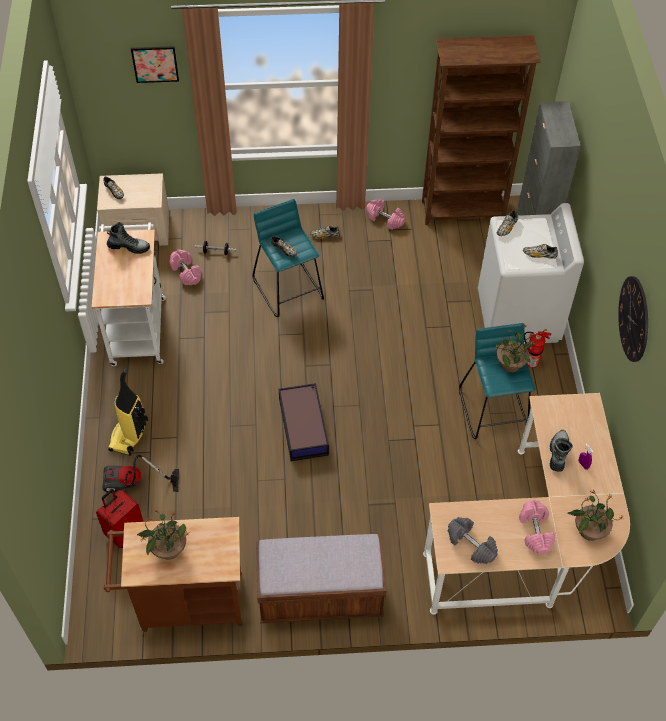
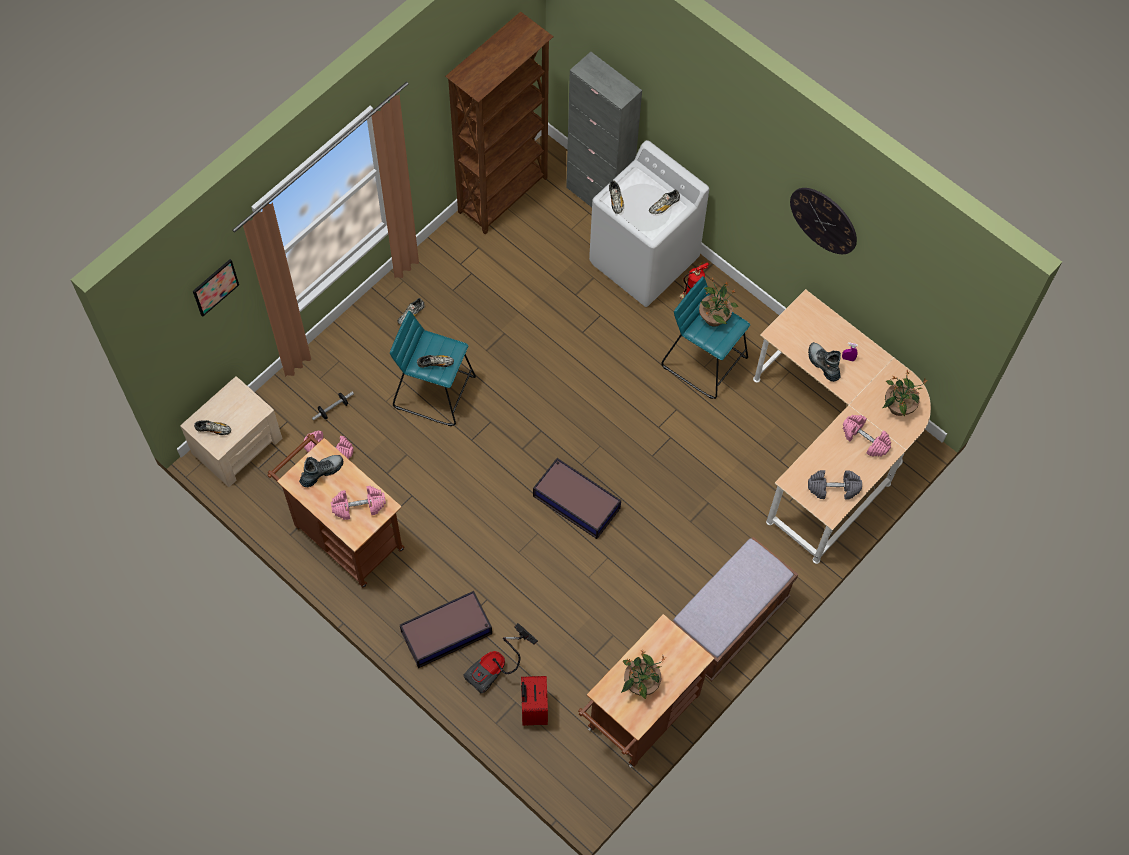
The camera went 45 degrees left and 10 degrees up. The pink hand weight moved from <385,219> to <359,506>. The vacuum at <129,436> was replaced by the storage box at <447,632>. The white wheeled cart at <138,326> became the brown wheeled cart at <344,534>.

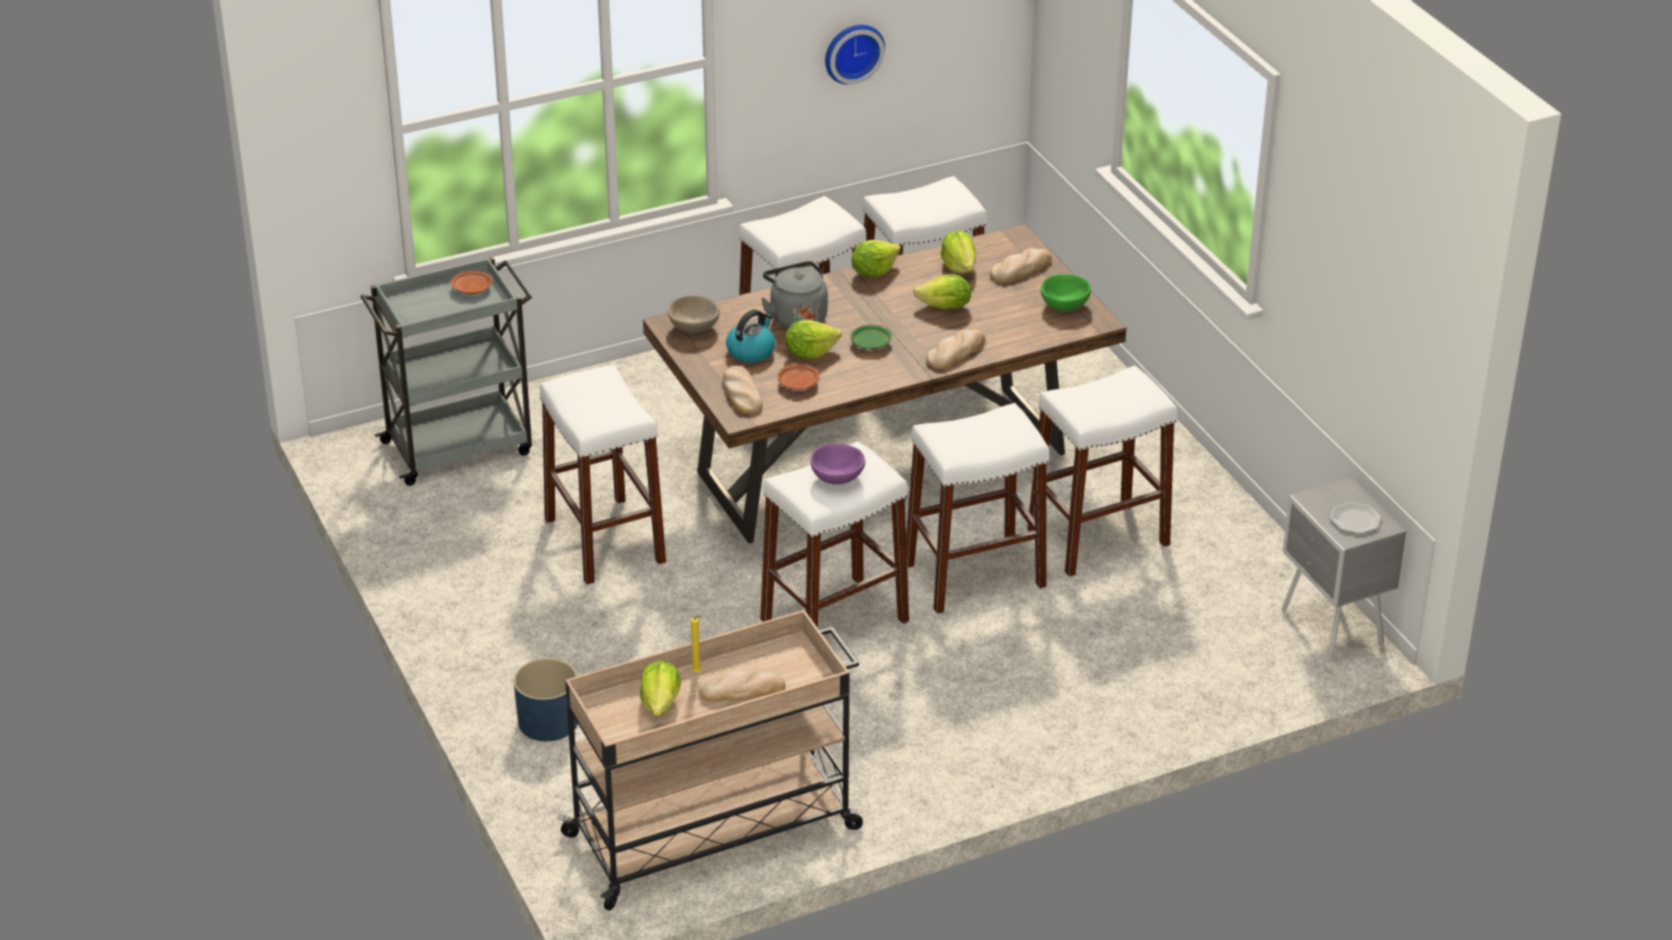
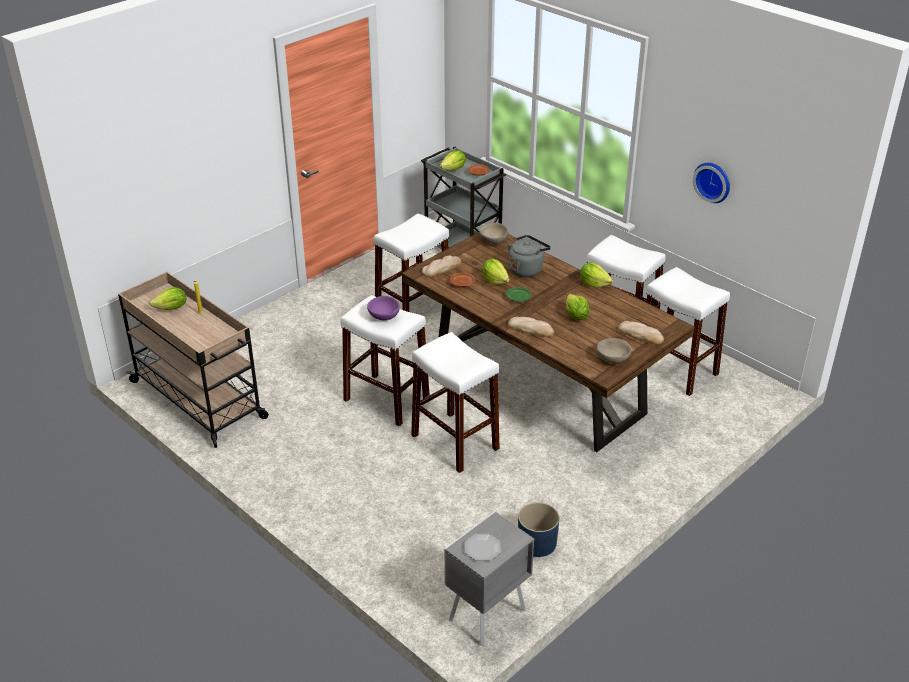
The camera went 70 degrees right and 0 degrees up. The bread at <742,689> disappeared. The water kettle at <751,351> disappeared. The white sitting stool at <1098,537> disappeared. The bluish plant pot moved from <548,722> to <537,543>. The lettuce head moved from <959,266> to <453,169>. The green deep dish at <1064,305> became the beige deep dish at <613,359>.

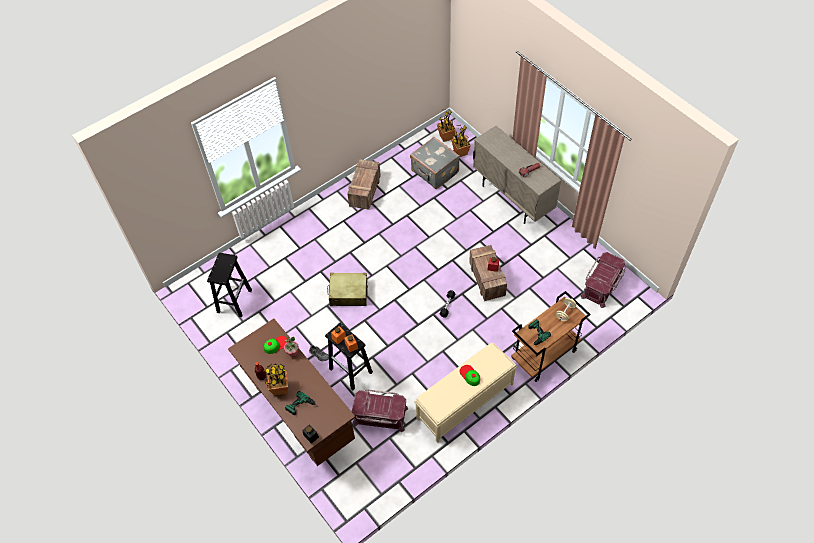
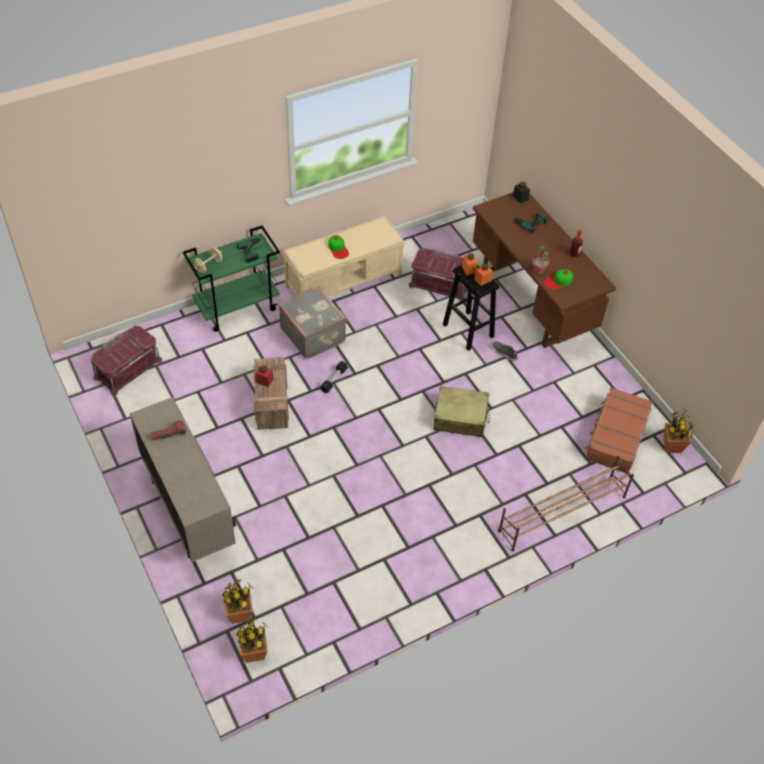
The camera went 175 degrees left and 5 degrees down. The shipping crate at <365,190> disappeared. The brown shoe rack at <561,513> appeared. The houseplant moved from <280,388> to <672,446>. The gray suitcase moved from <434,172> to <313,334>. The black sitting stool at <234,300> was replaced by the brown suitcase at <616,436>. The brown wheeled cart at <544,355> became the green wheeled cart at <237,307>.

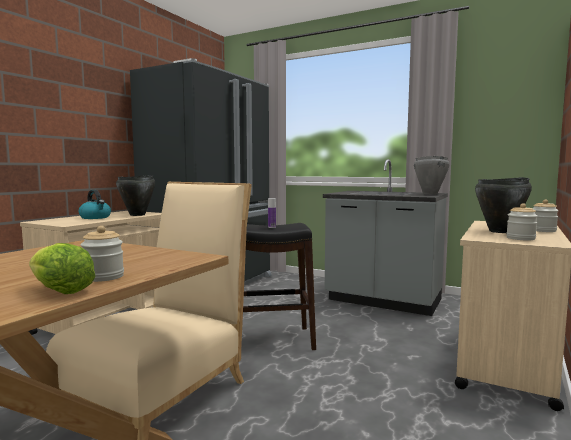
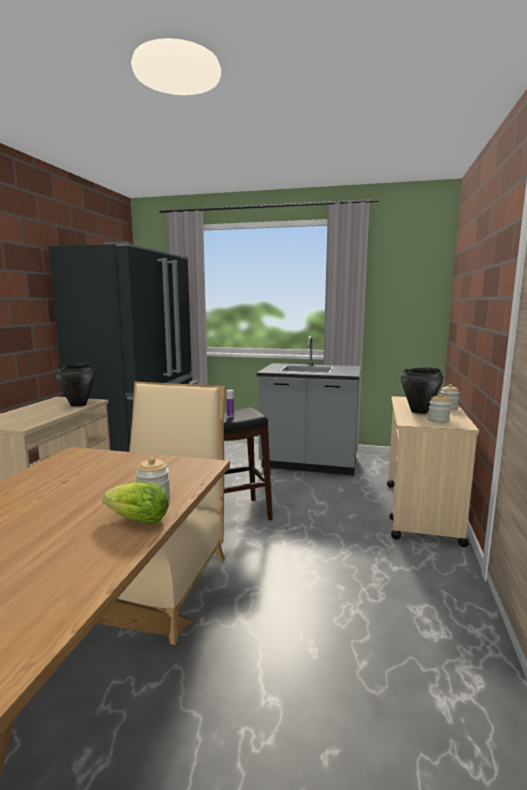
The camera went 15 degrees left and 5 degrees up. The water kettle at <95,217> disappeared. The gray saucepot at <429,194> disappeared.

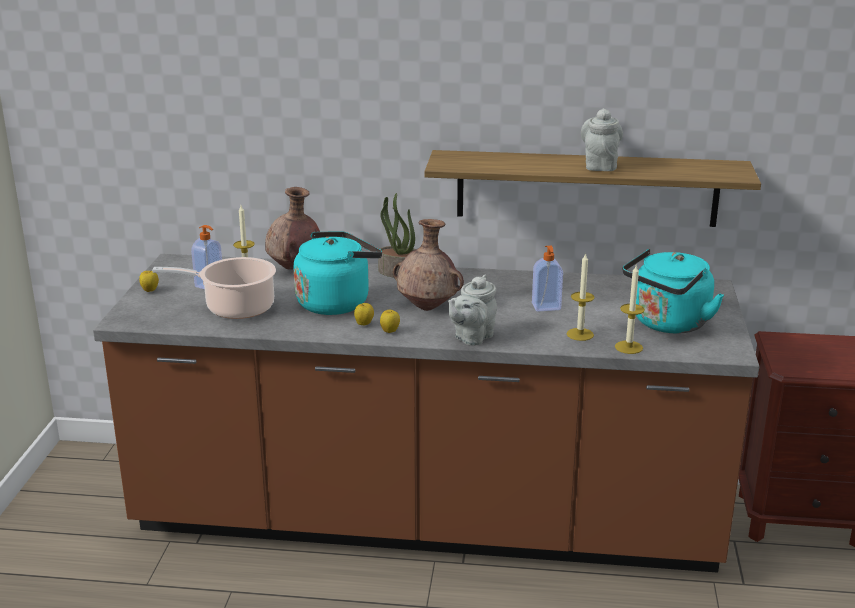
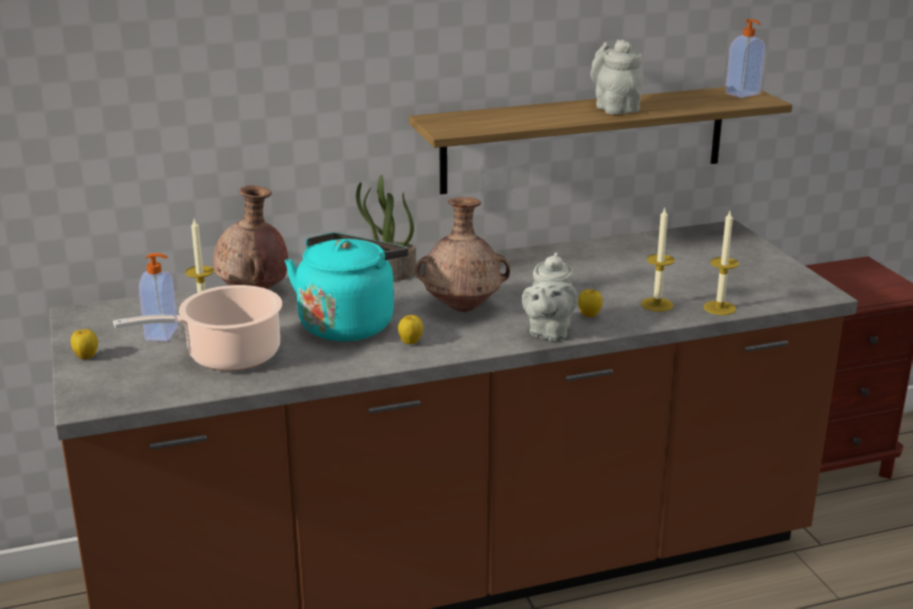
The camera went 25 degrees left and 0 degrees up. The turquoise-coloured water kettle at <668,324> disappeared. The whole apple moved from <390,331> to <589,315>. The liquid soap bottle moved from <546,307> to <743,94>.

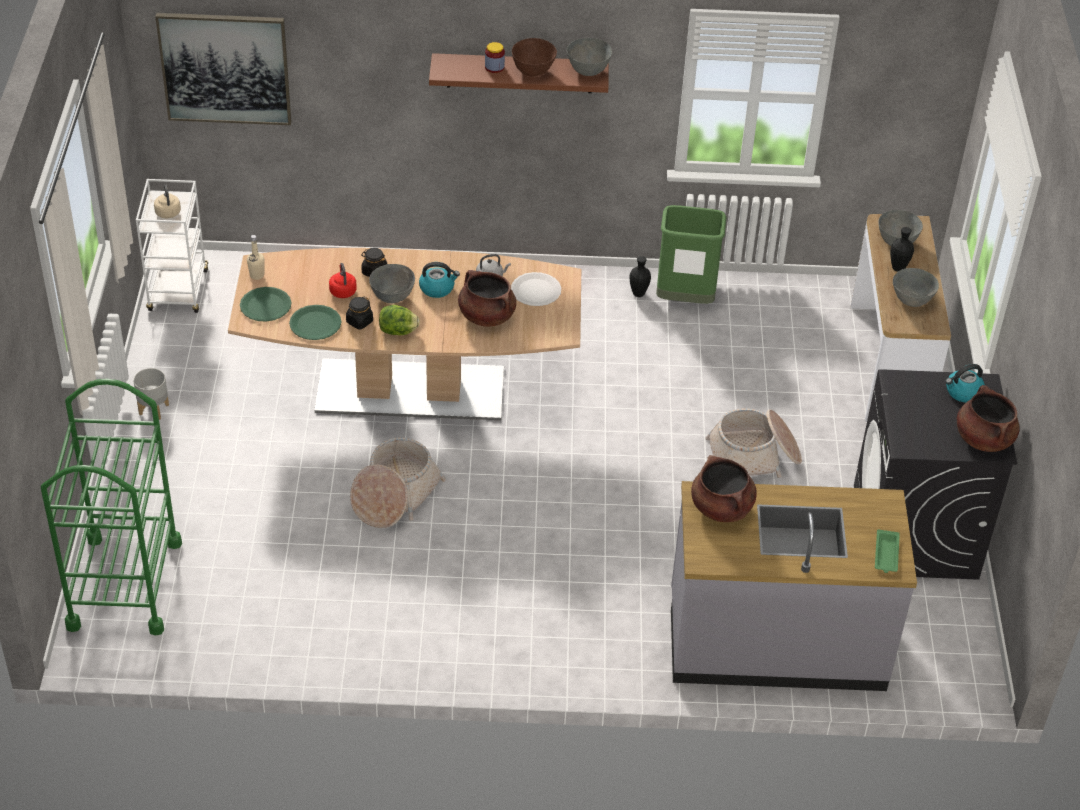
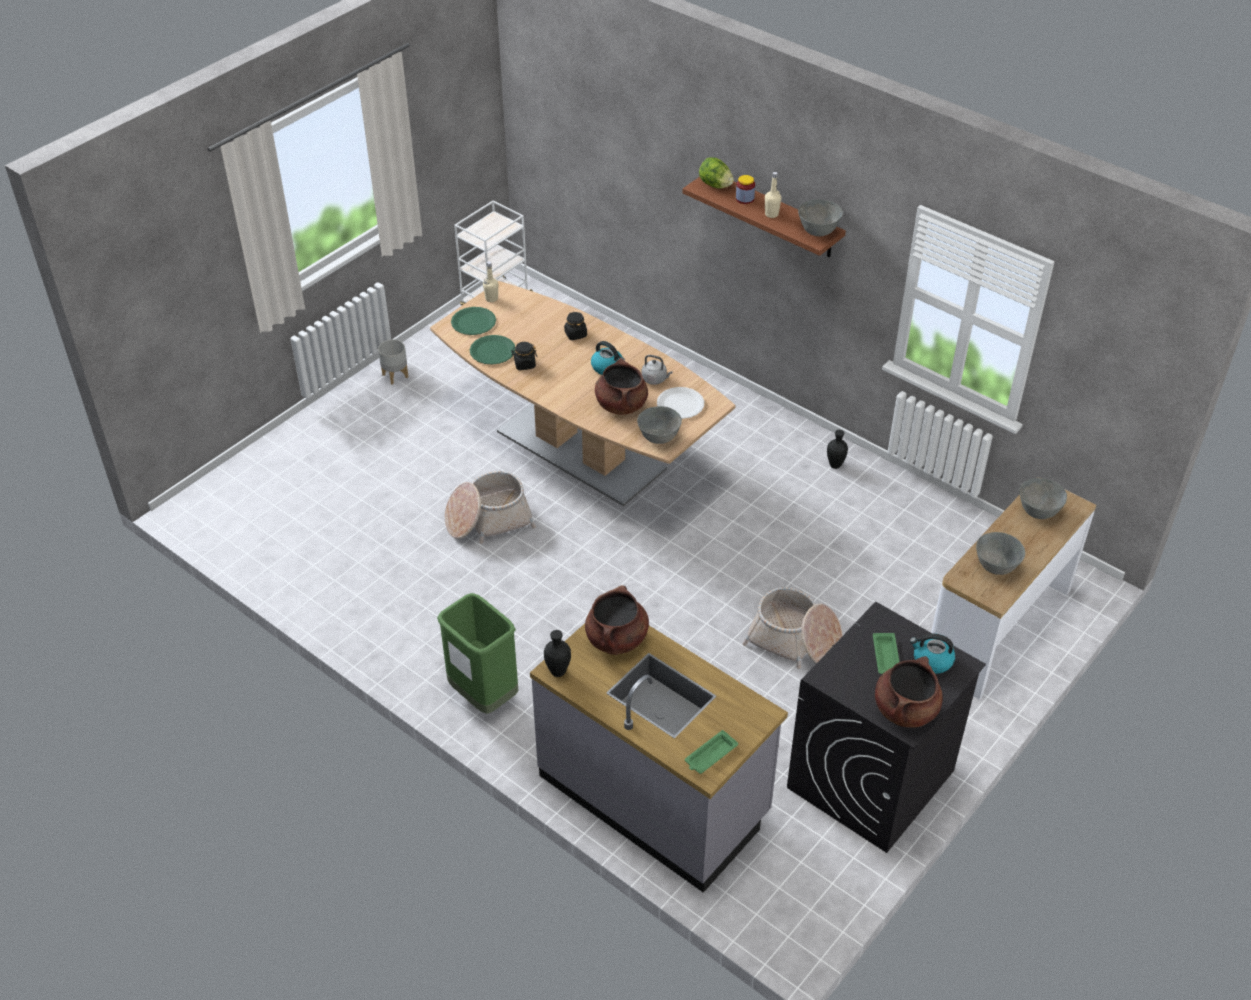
The camera went 40 degrees right and 0 degrees up. The green wheeled cart at <124,584> disappeared. The beige water kettle at <168,212> disappeared. The picture at <225,68> disappeared. The red water kettle at <342,291> disappeared. The green carrying tray at <886,657> appeared. The gray deep dish moved from <392,297> to <658,438>. The lettuce head moved from <398,331> to <715,185>. The green trash can moved from <684,300> to <483,696>. The black vase moved from <898,268> to <558,672>. The brown deep dish at <533,72> was replaced by the beige bottle at <771,214>.

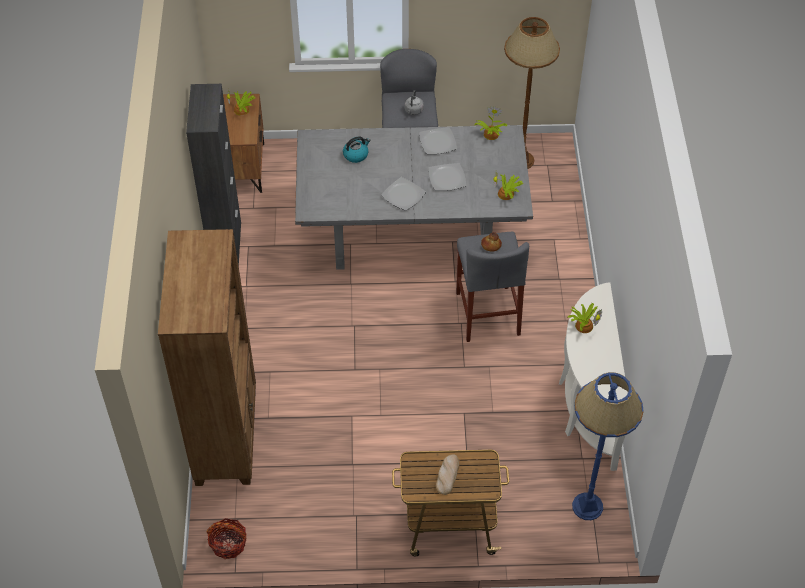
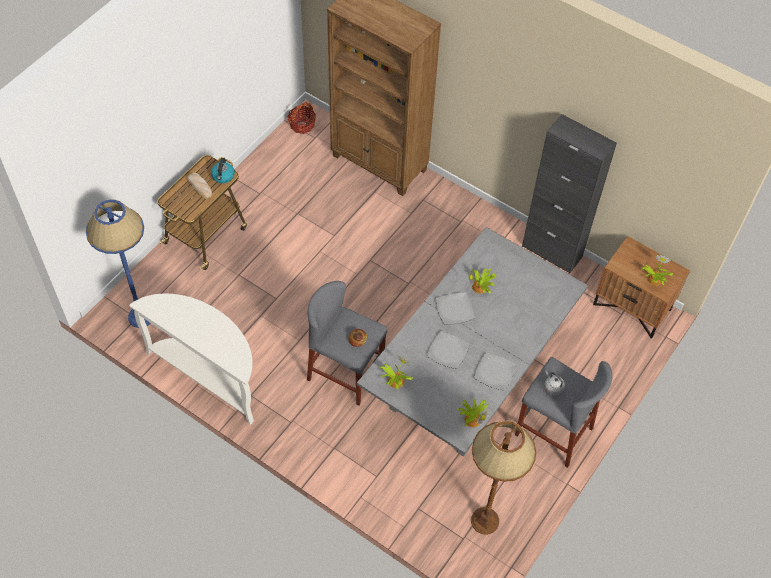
The camera went 125 degrees right and 5 degrees up. The water kettle moved from <356,155> to <223,176>. The houseplant moved from <583,325> to <481,287>.

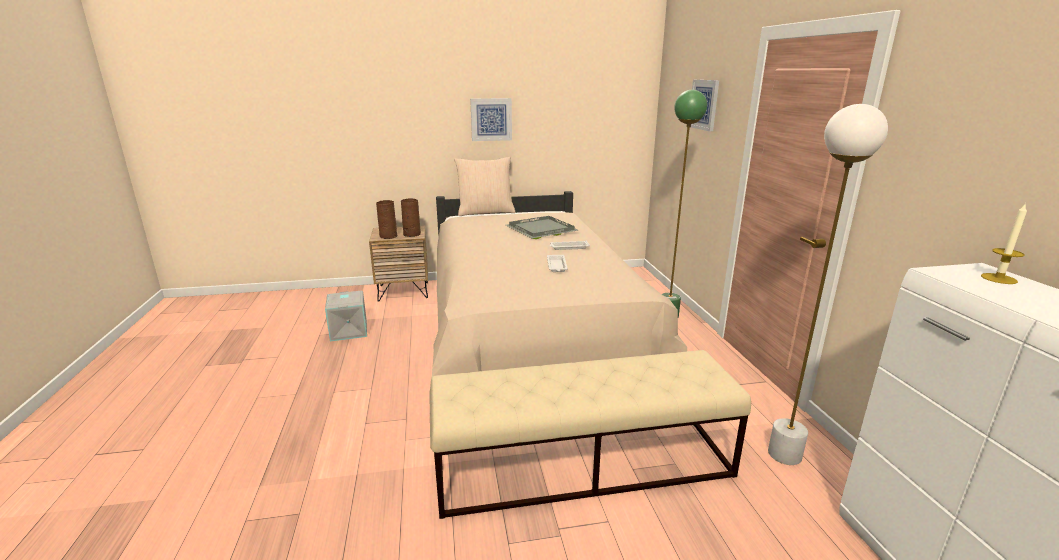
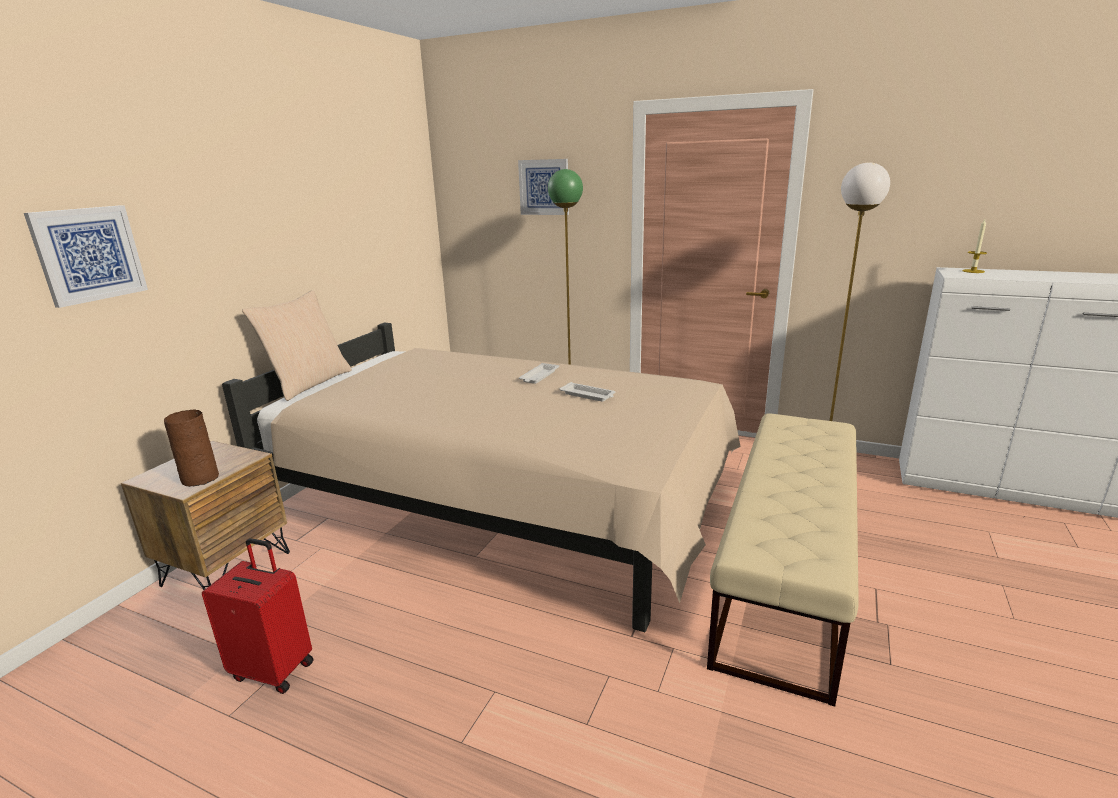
The camera went 55 degrees left and 0 degrees up. The brown vase at <411,234> disappeared. The gray carrying tray at <541,230> disappeared. The picture moved from <491,119> to <88,254>. The gray storage box at <349,331> was replaced by the red suitcase at <274,669>.

